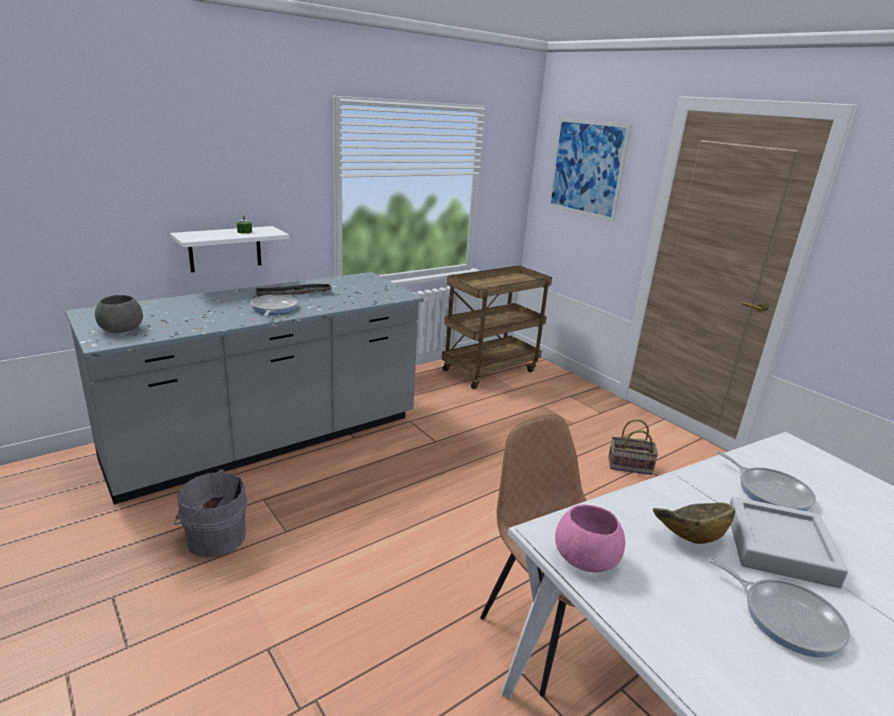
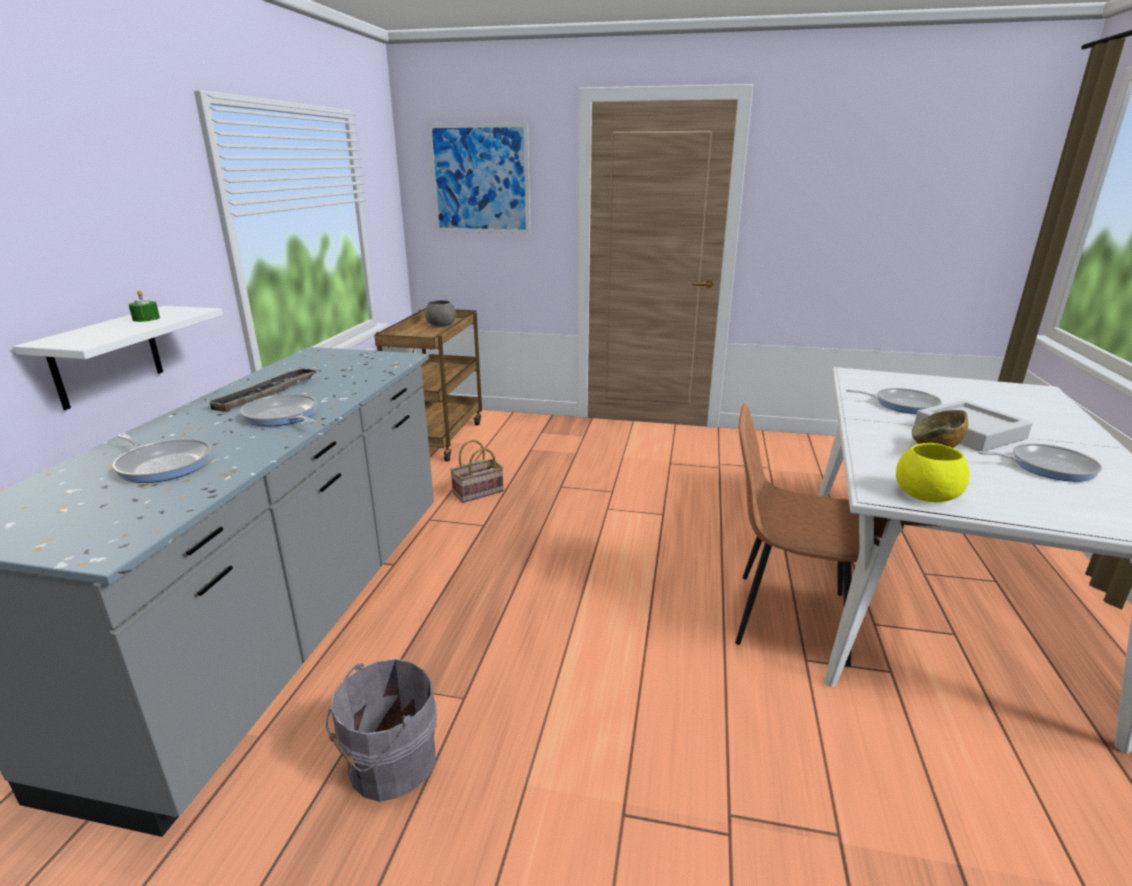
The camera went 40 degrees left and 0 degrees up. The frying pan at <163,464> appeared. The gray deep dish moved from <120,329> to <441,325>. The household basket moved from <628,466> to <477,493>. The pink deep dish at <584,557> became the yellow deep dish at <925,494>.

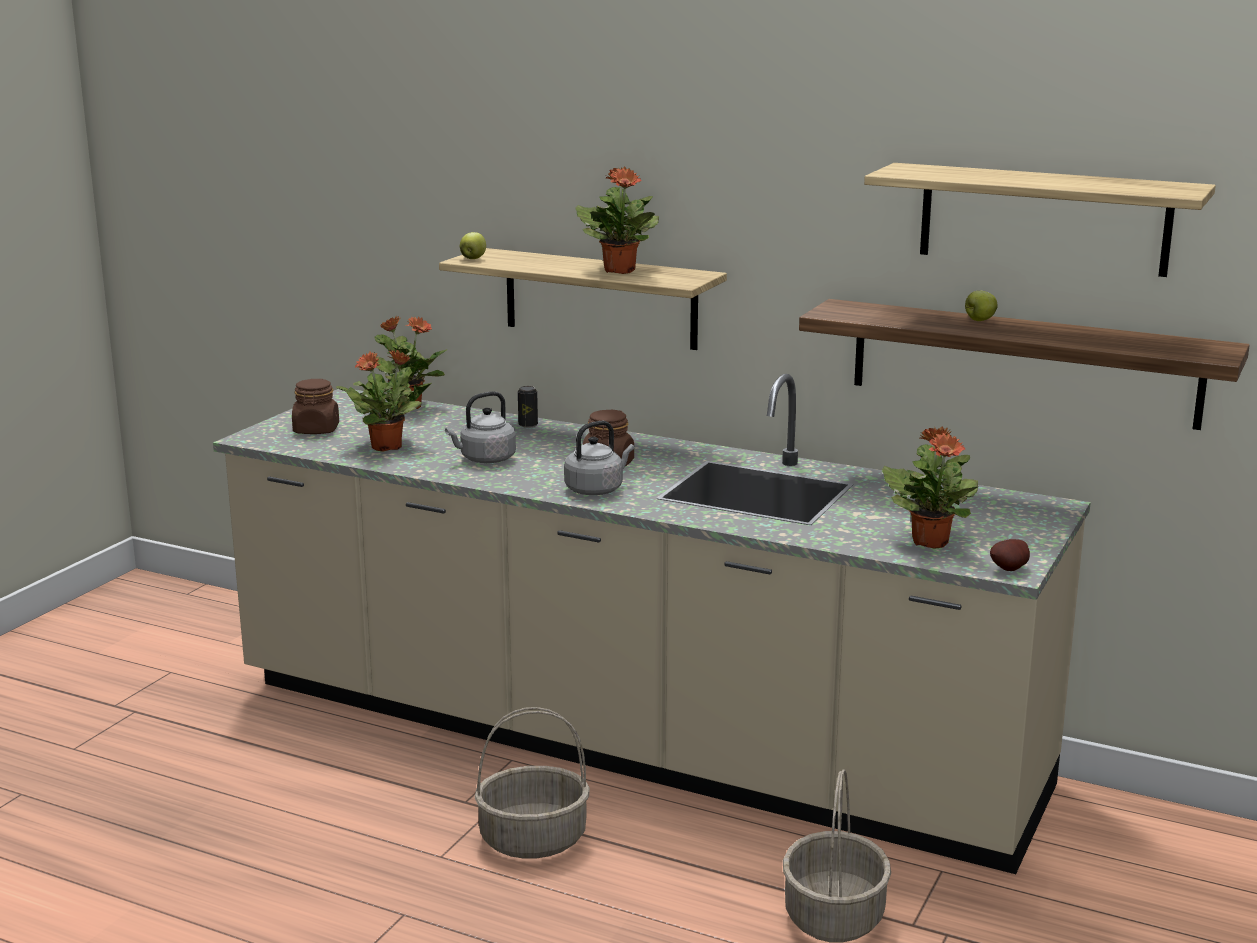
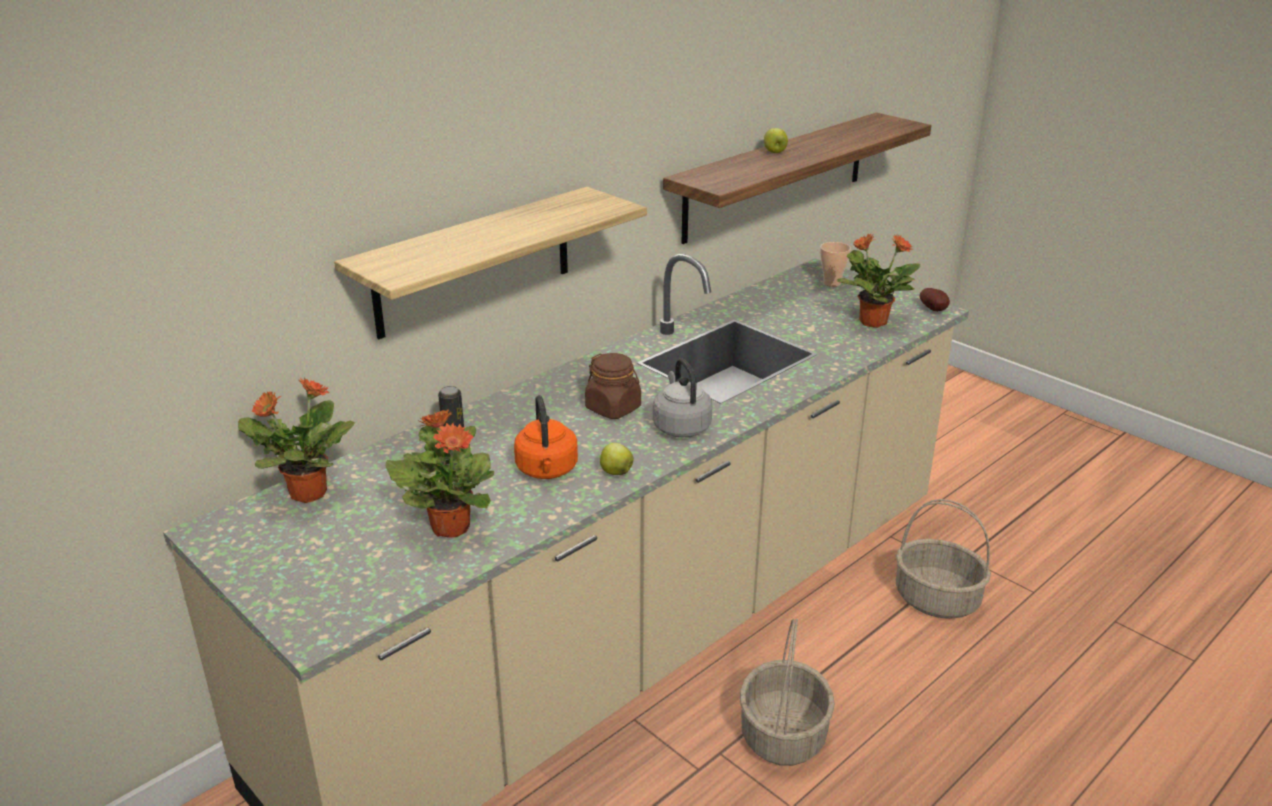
The camera went 70 degrees left and 10 degrees up. The brown preserve jar at <316,430> disappeared. The houseplant at <620,270> disappeared. The bracket shelf at <1043,219> disappeared. The small cup at <832,283> appeared. The whole apple moved from <473,259> to <615,472>. The gray water kettle at <485,459> became the orange water kettle at <547,471>.

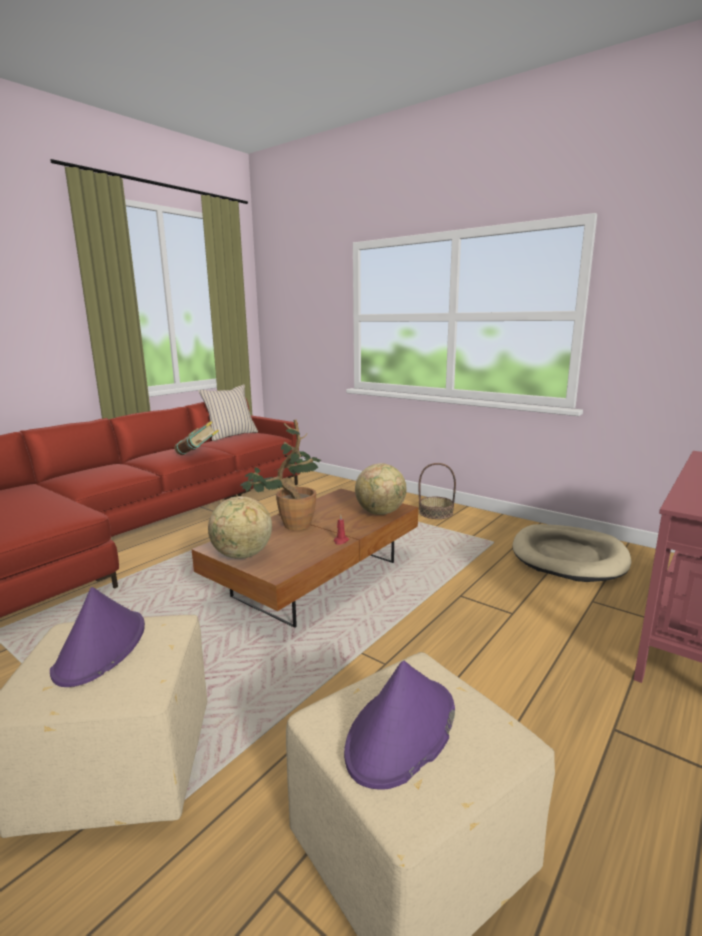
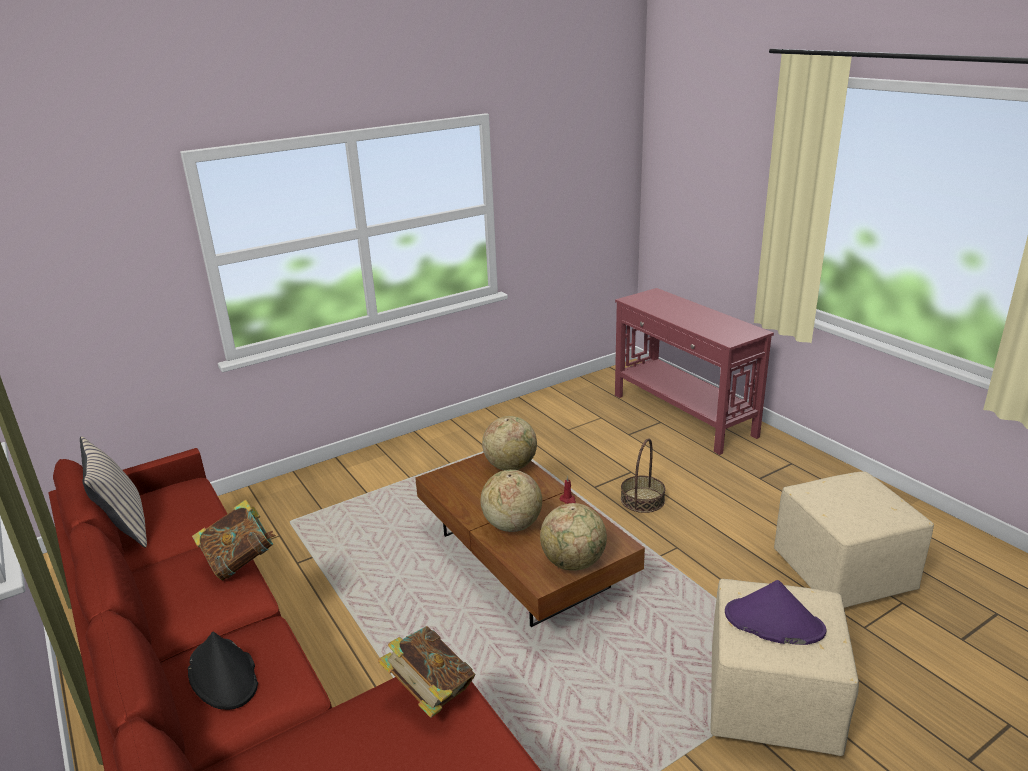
The camera went 70 degrees left and 10 degrees up. The purplish hat at <401,732> disappeared. The beige pet bed at <568,557> disappeared. The black hat at <223,675> appeared. The bound book at <430,692> appeared. The household basket moved from <436,513> to <642,500>. The houseplant at <290,526> was replaced by the globe at <512,525>.

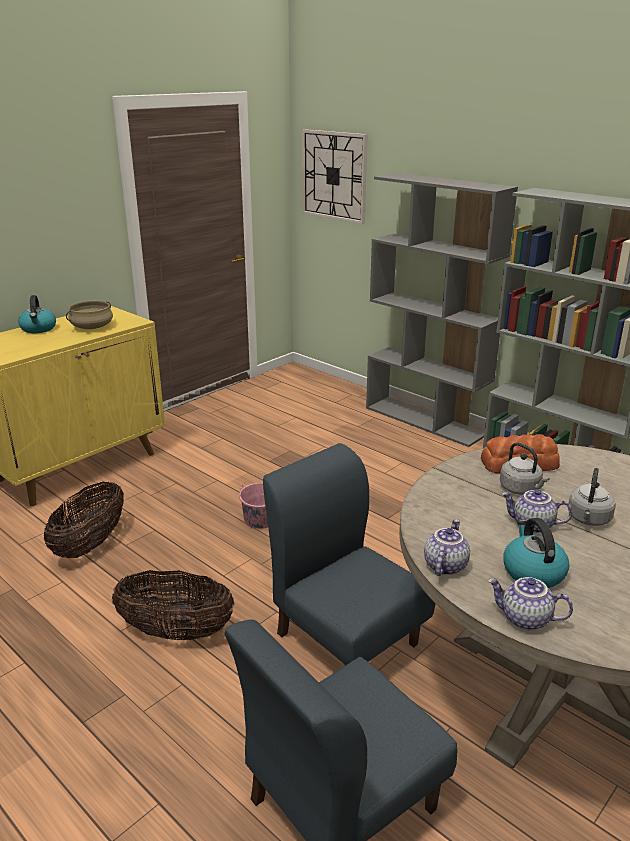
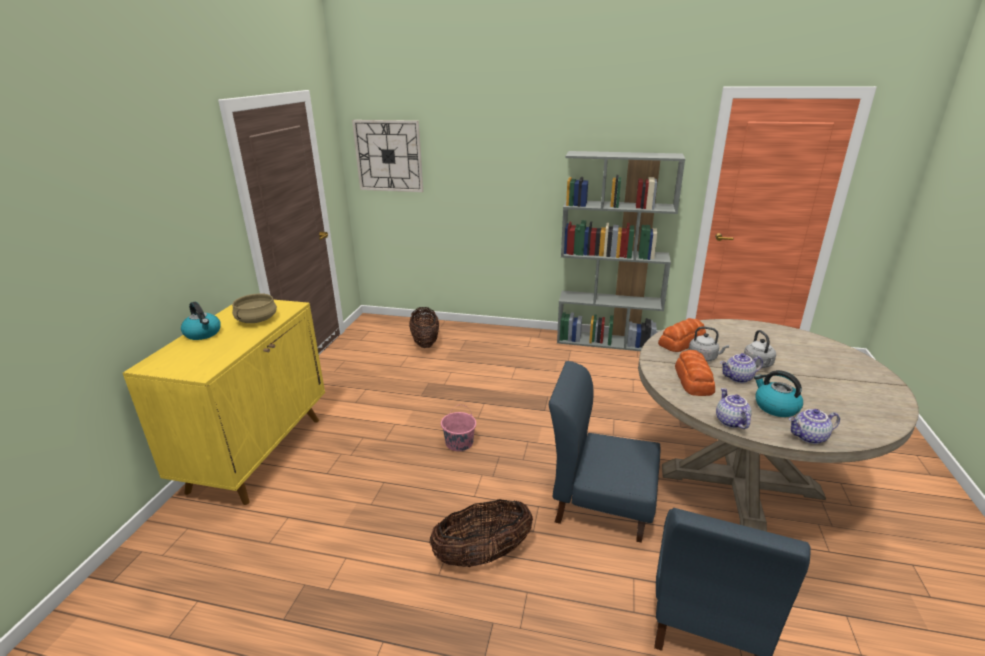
The camera went 30 degrees left and 0 degrees up. The gray bookshelf at <425,421> disappeared. The bread at <693,380> appeared. The household basket moved from <90,544> to <425,342>.

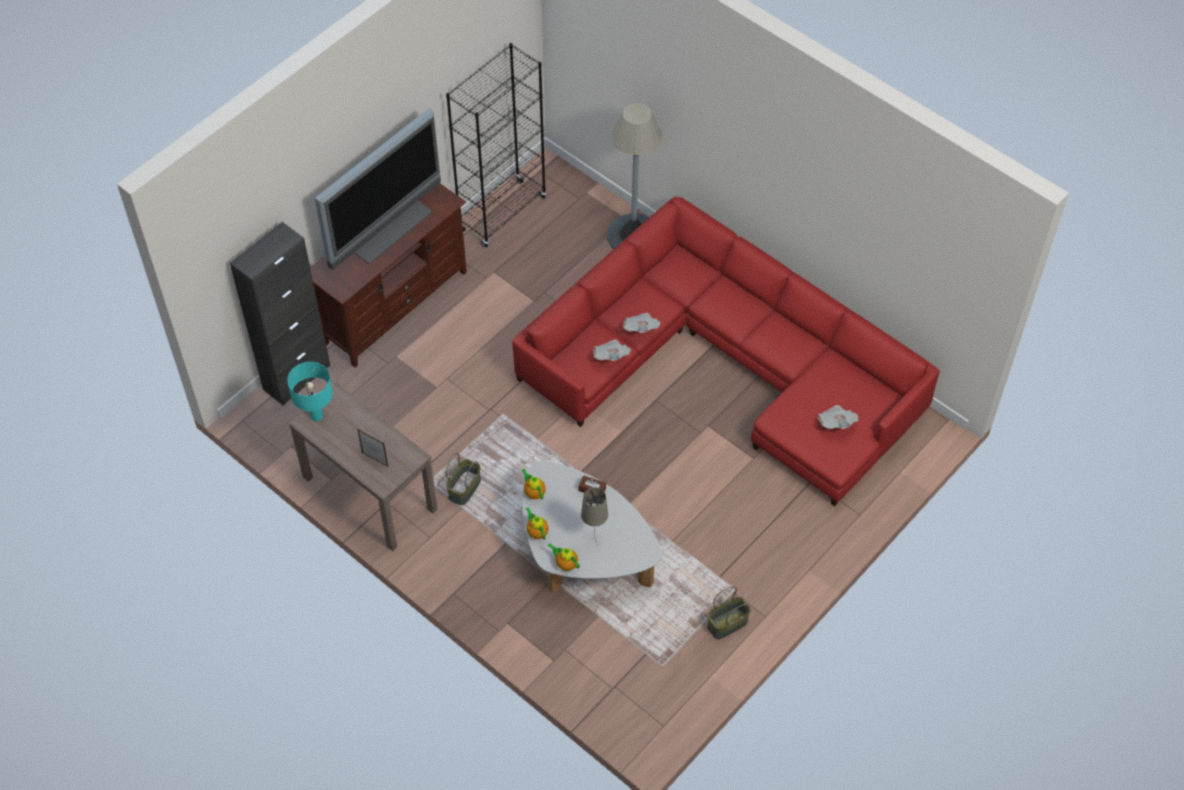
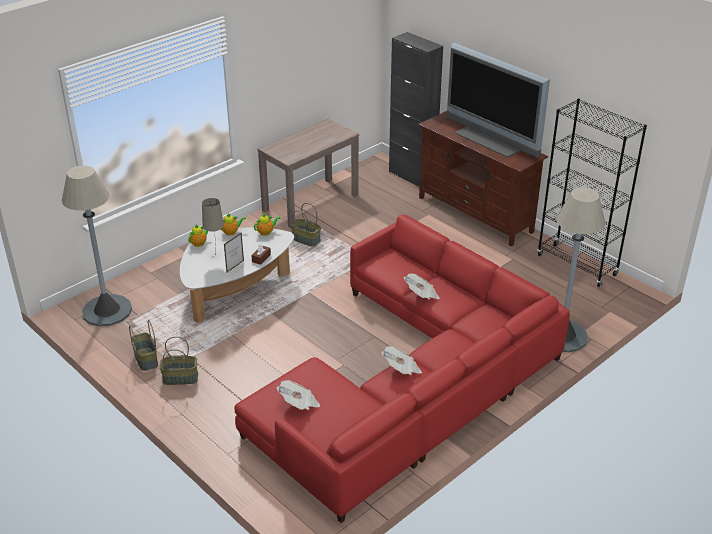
The camera went 95 degrees right and 20 degrees down. The turquoise-coloured table lamp at <316,416> disappeared. The gray standing lamp at <107,311> appeared. The household basket at <181,378> appeared. The standing frame moved from <375,460> to <235,267>. The printed paper moved from <611,356> to <401,369>.

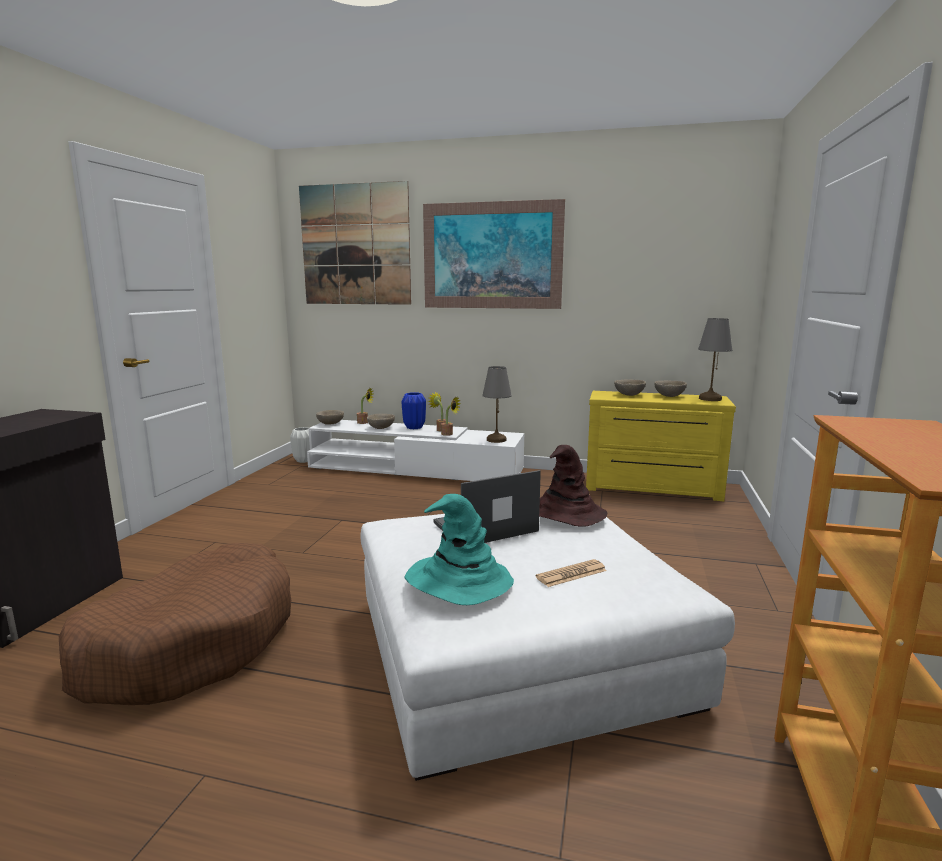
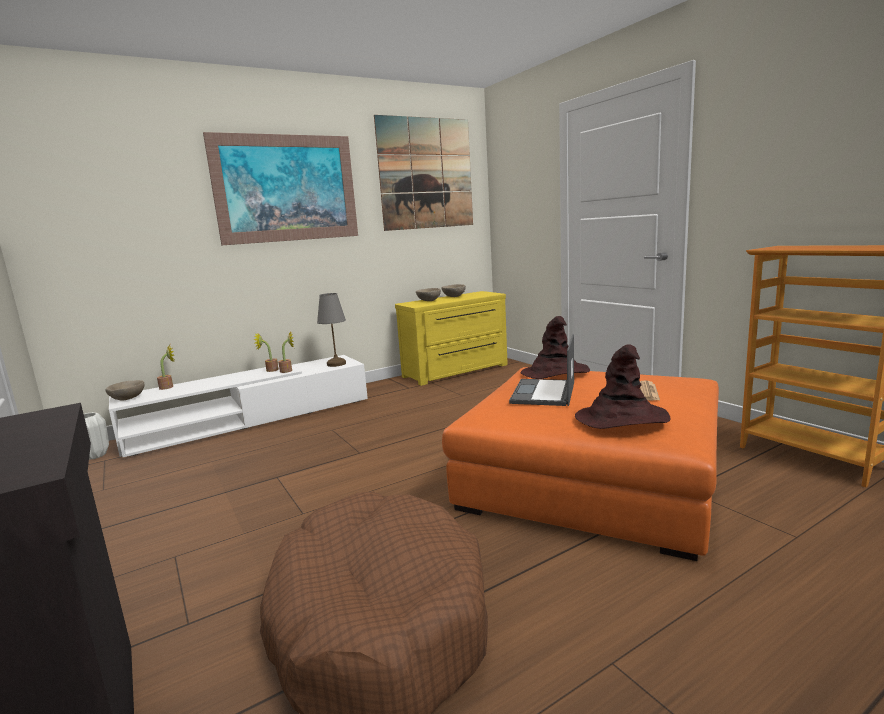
The camera went 45 degrees left and 0 degrees up. The beige deep dish at <381,428> disappeared. The bluish vase at <414,427> disappeared. The gray table lamp at <709,399> disappeared. The picture moved from <355,245> to <426,174>. The white ottoman at <517,652> became the orange ottoman at <591,478>. The turquoise-coloured hat at <457,581> became the brown hat at <622,418>.

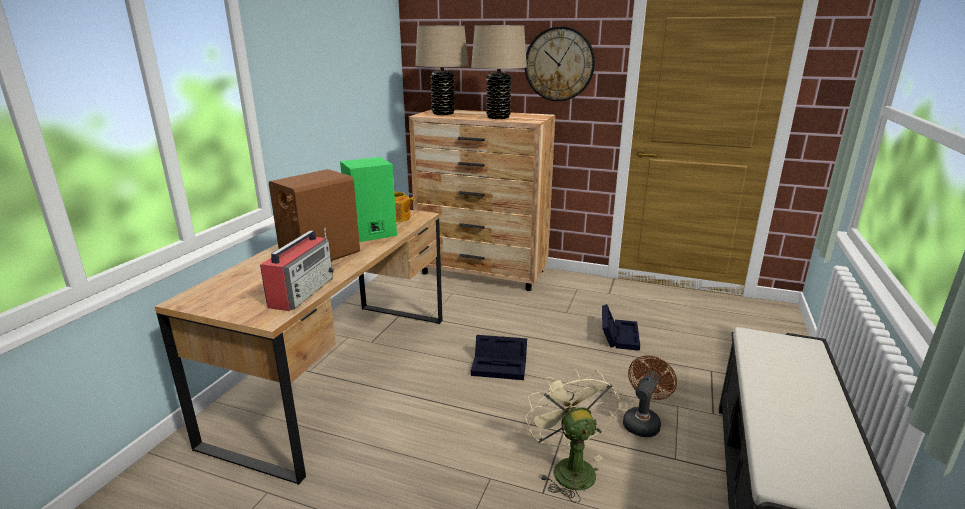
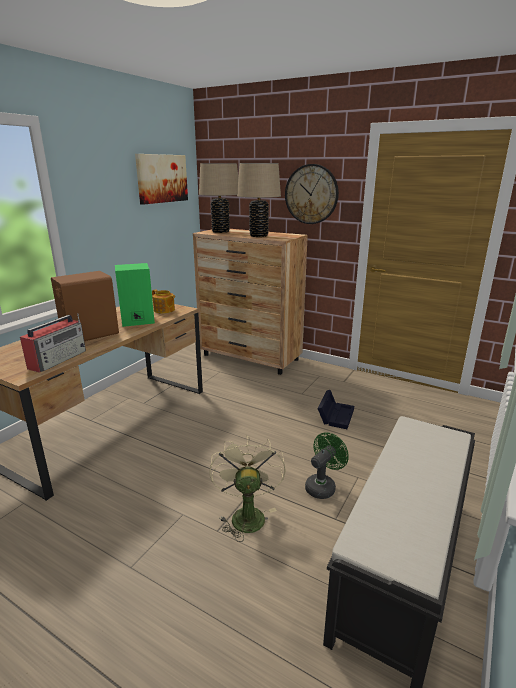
The camera went 10 degrees right and 0 degrees up. The black storage box at <501,366> disappeared. The picture at <162,178> appeared. The brown cooling fan at <643,421> became the green cooling fan at <323,486>.

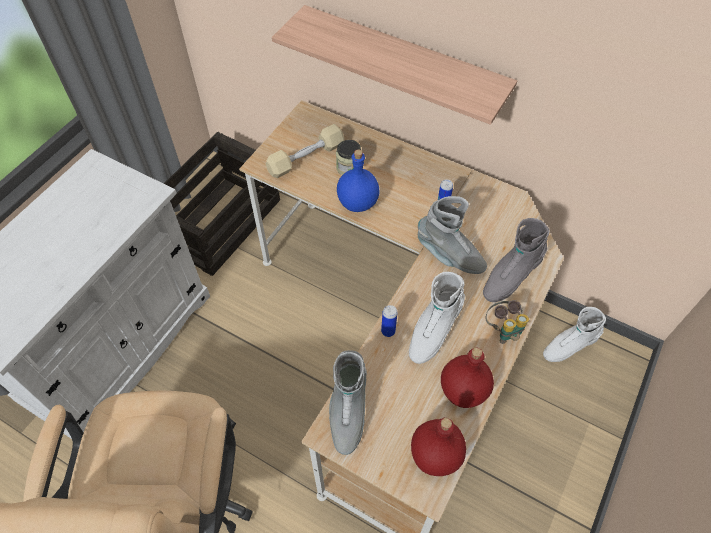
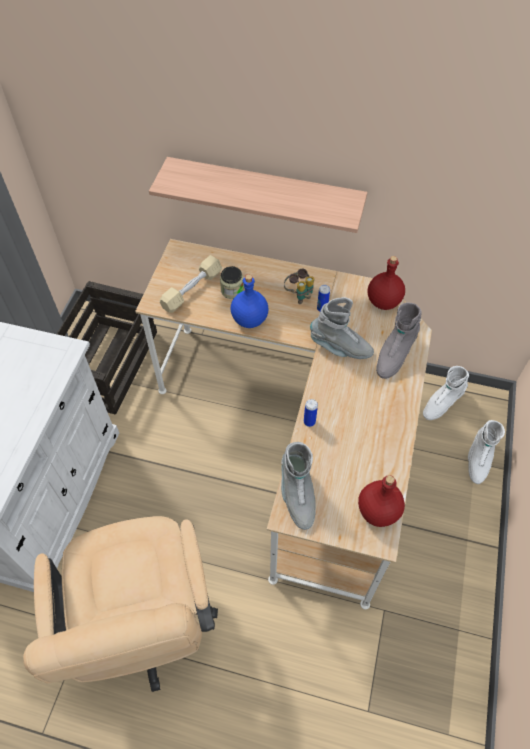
The camera went 15 degrees left and 0 degrees up. The white tall boot moved from <433,331> to <478,459>. The red bottle moved from <462,390> to <383,302>. The field glasses moved from <503,330> to <299,295>.

